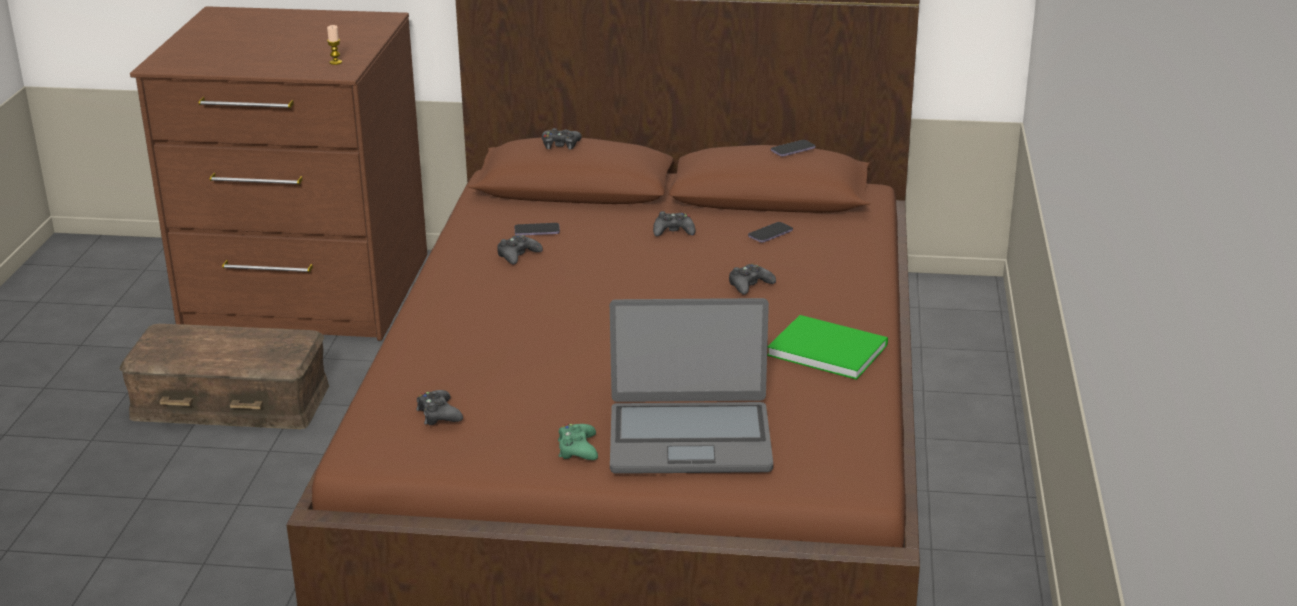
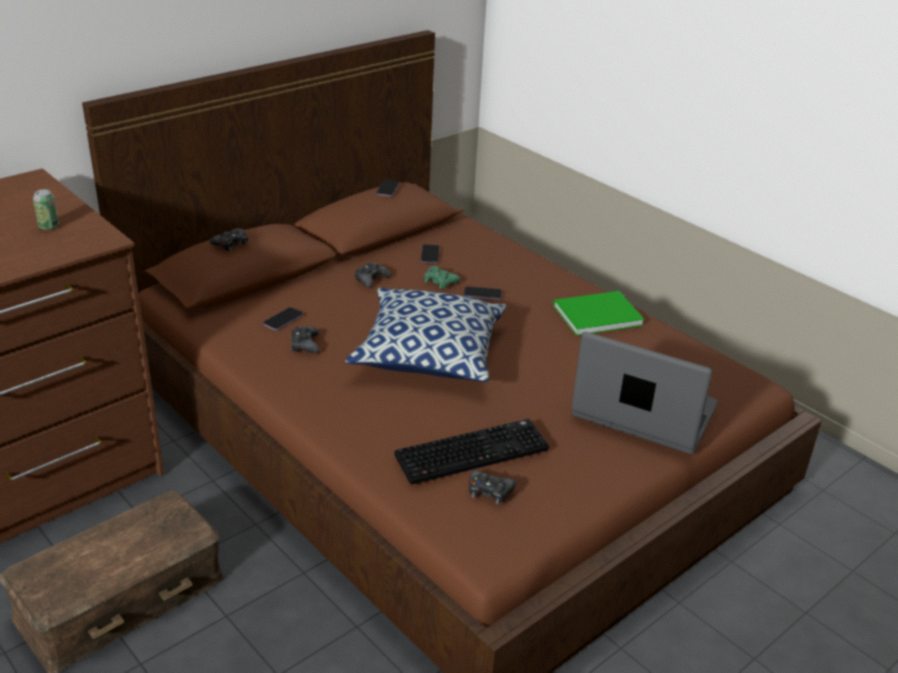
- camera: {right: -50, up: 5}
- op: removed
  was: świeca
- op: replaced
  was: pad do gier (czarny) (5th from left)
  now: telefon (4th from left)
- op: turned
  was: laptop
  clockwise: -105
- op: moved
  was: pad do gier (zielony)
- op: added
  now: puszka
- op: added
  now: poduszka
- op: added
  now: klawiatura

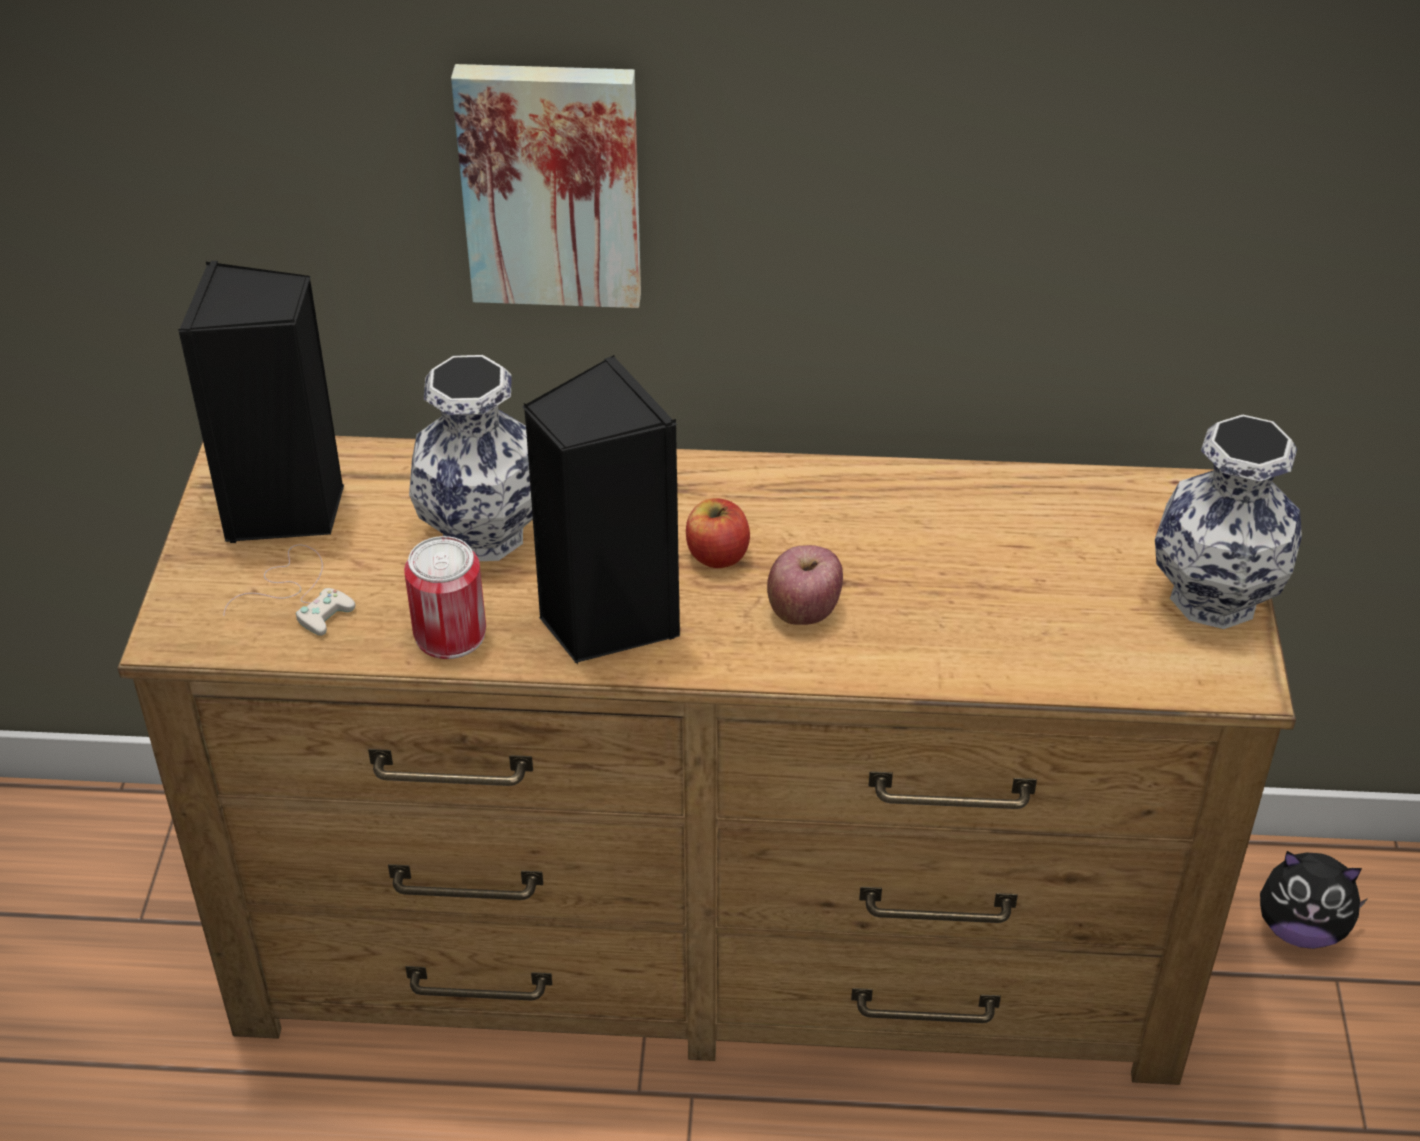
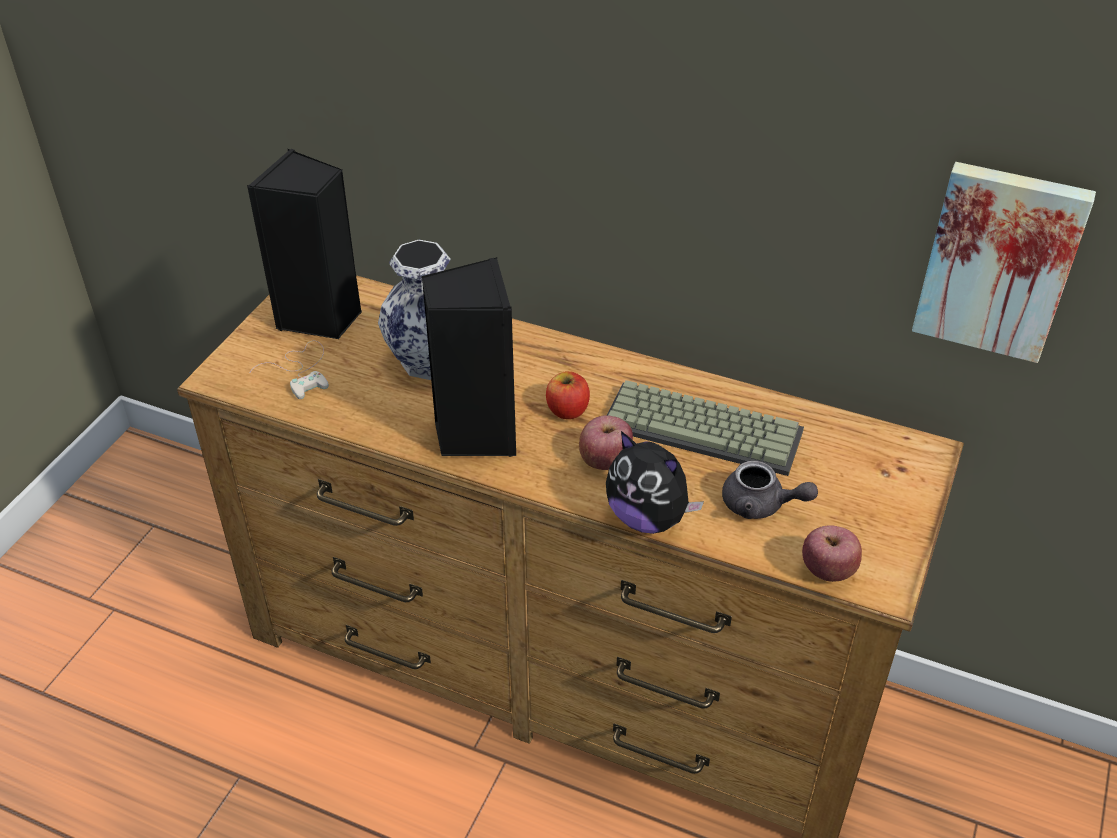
- camera: {right: 20, up: 0}
- op: moved
  was: obraz
- op: removed
  was: wazon (2nd from left)
- op: removed
  was: puszka
- op: moved
  was: pluszak
- op: added
  now: klawiatura
- op: added
  now: imbryk (szary)
- op: added
  now: jabłko (3rd from left)

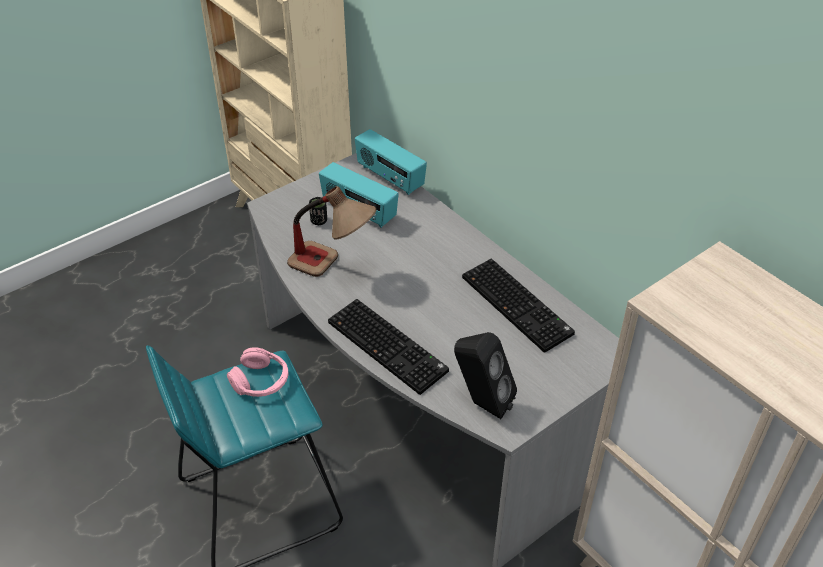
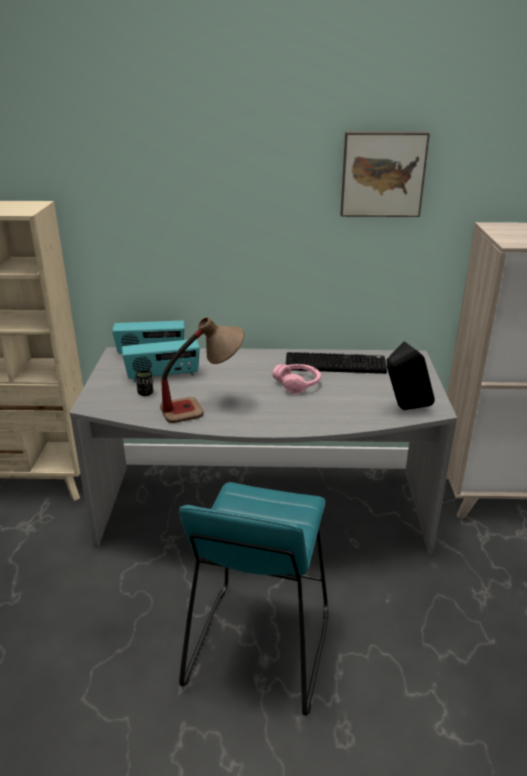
- camera: {right: -50, up: -15}
- op: removed
  was: klawiatura (1st from left)
- op: moved
  was: słuchawki (różowy)
- op: added
  now: obraz

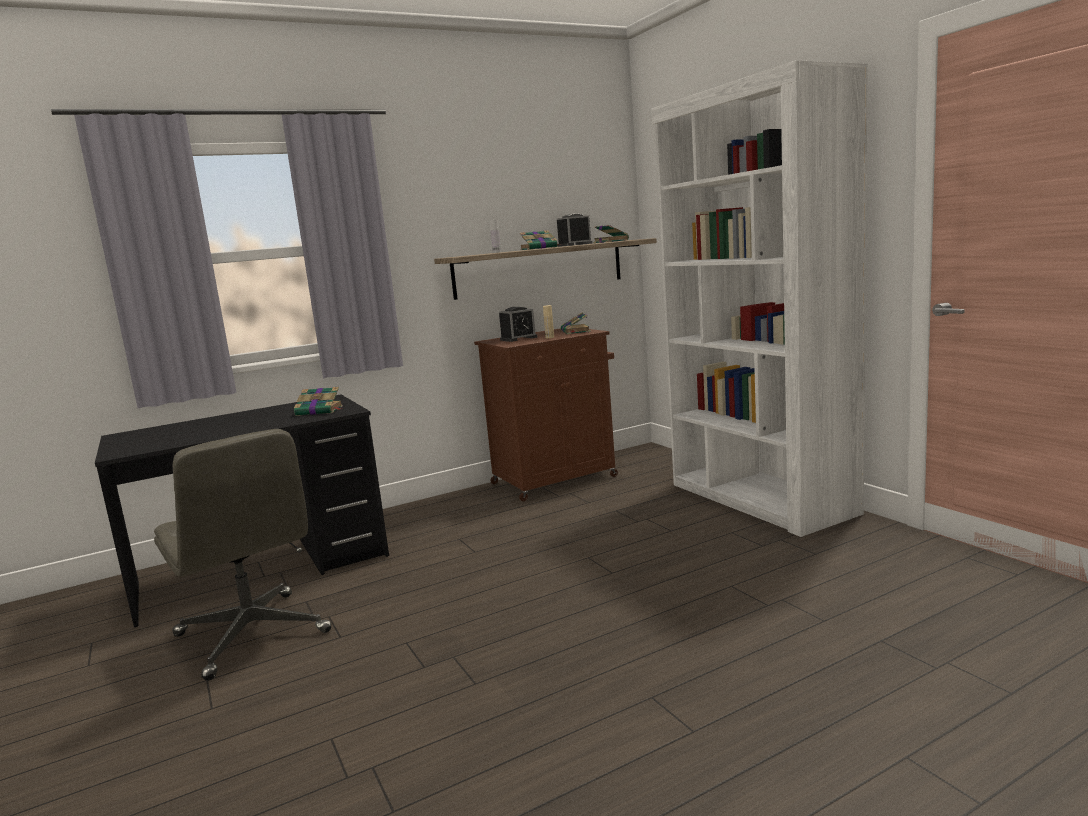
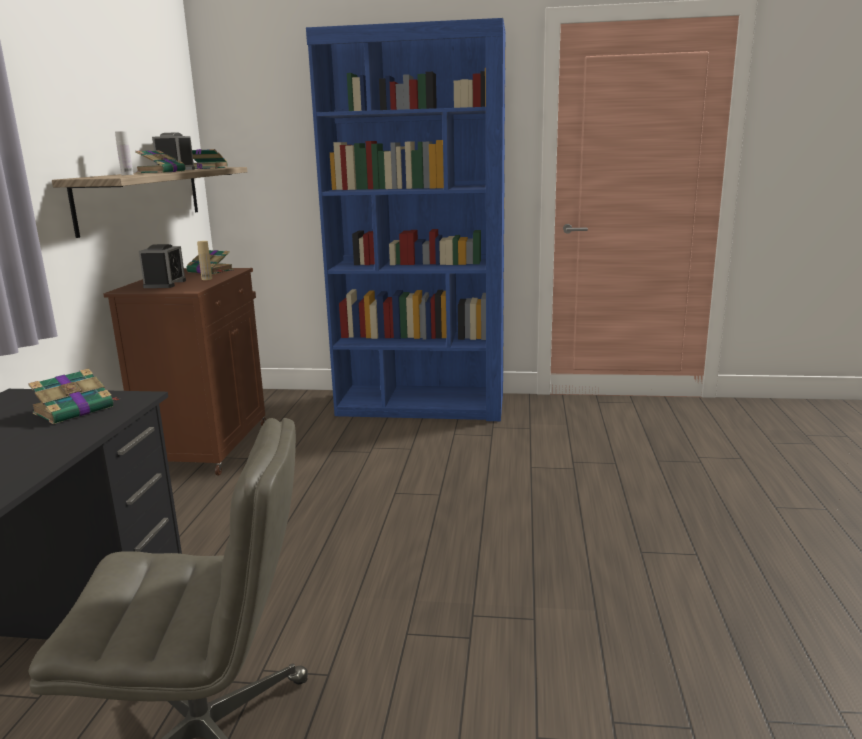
- camera: {right: -55, up: 5}
- op: recoloured
  was: regał (biały)
  now: regał (niebieski)

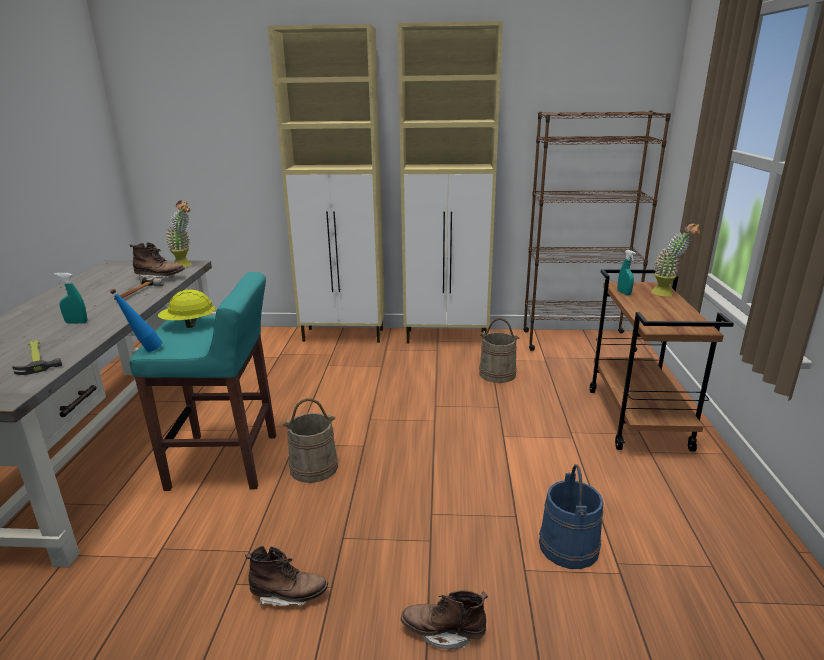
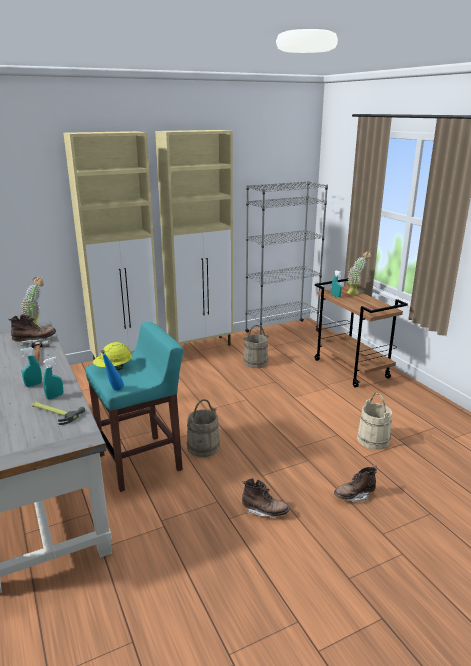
- camera: {right: -30, up: 0}
- op: recoloured
  was: regał (brązowy)
  now: regał (szary)
- op: recoloured
  was: wiadro (niebieski)
  now: wiadro (beżowy) (3rd from left)
- op: turned
  was: but z cholewką (brązowy) (2nd from left)
  clockwise: 45
- op: added
  now: spryskiwacz (turkusowy) (2nd from left)

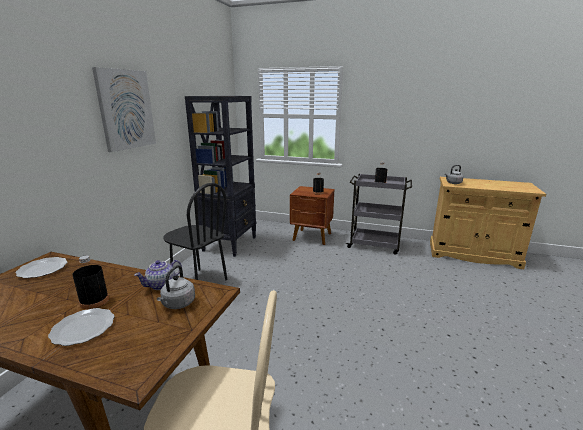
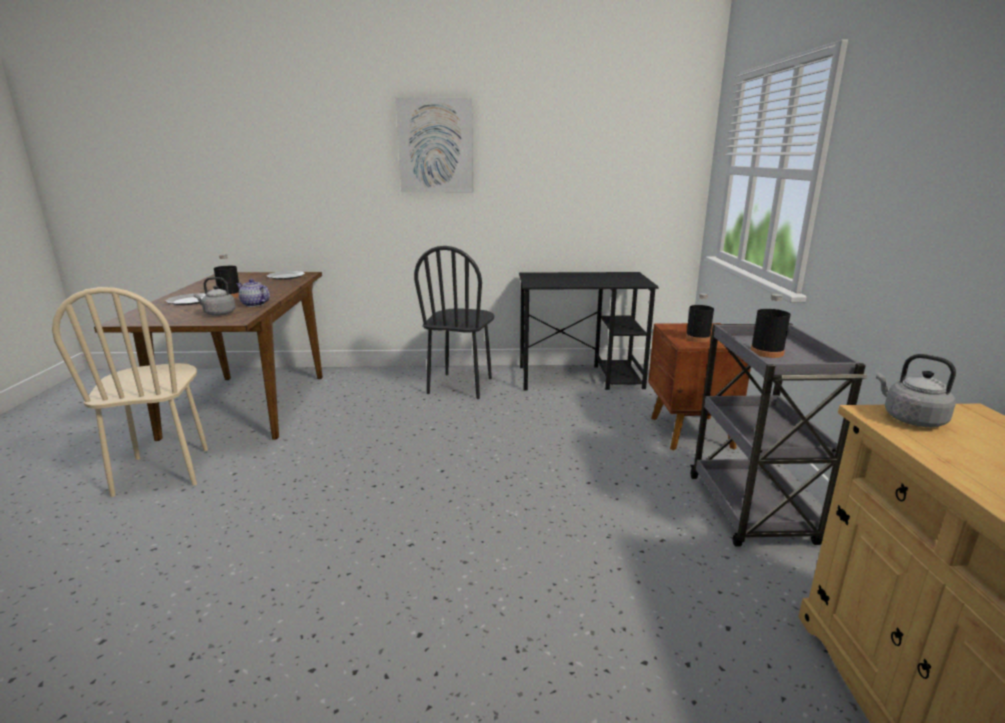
- camera: {right: 70, up: 0}
- op: replaced
  was: regał (czarny)
  now: biurko (czarny)

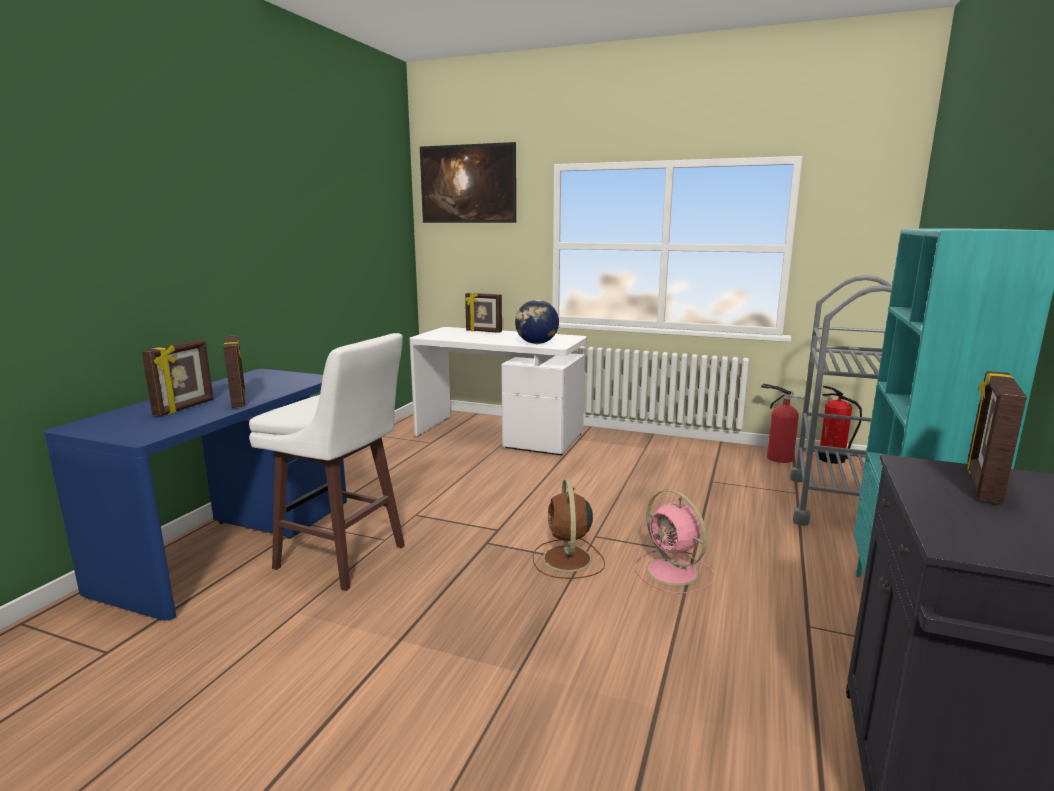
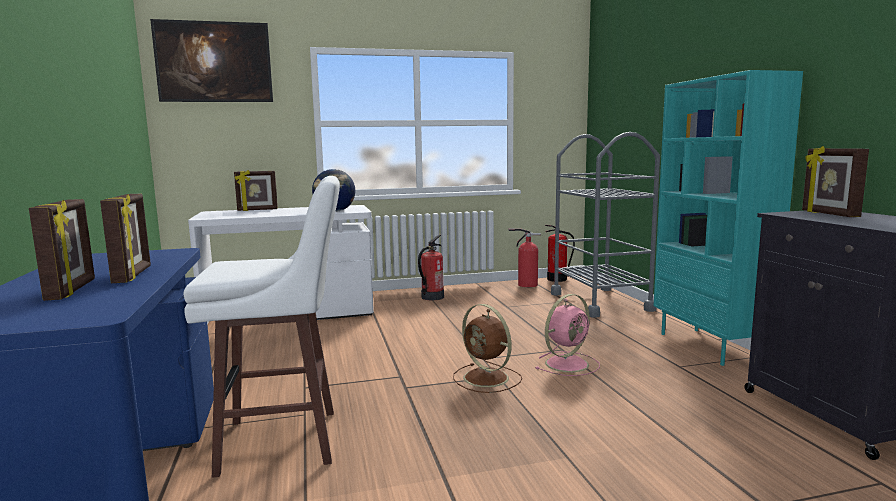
- camera: {right: -35, up: -5}
- op: turned
  was: ramka na zdjęcie (2nd from left)
  clockwise: 45
- op: turned
  was: wentylator (różowy)
  clockwise: -60
- op: added
  now: gaśnica (1st from left)

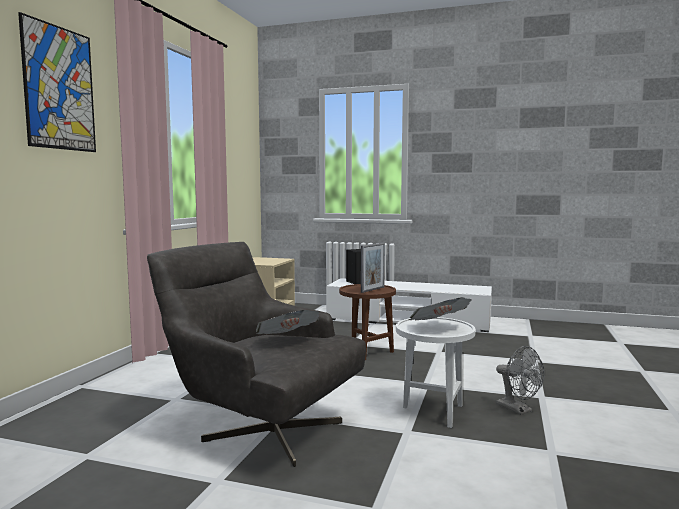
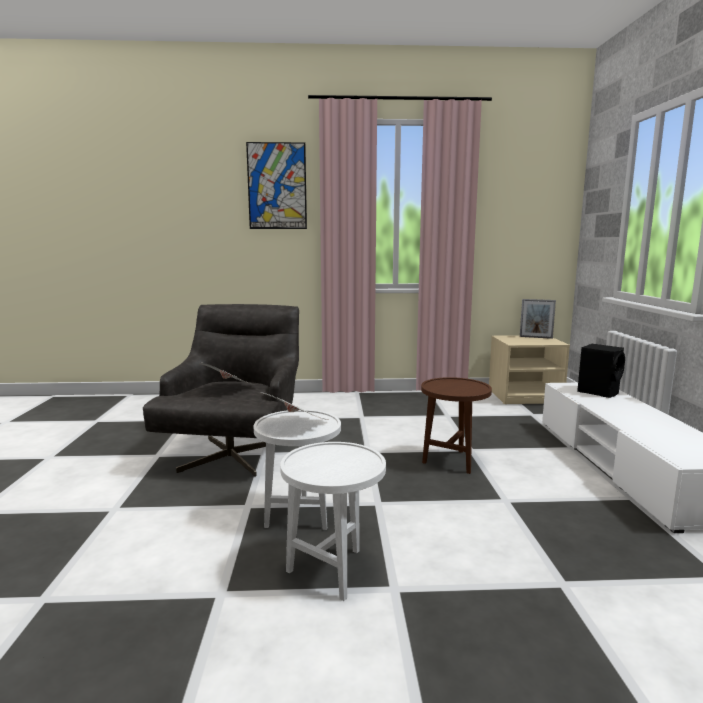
- camera: {right: 70, up: 5}
- op: moved
  was: ramka na zdjęcie
- op: replaced
  was: wentylator (szary)
  now: stolik (biały) (2nd from left)

